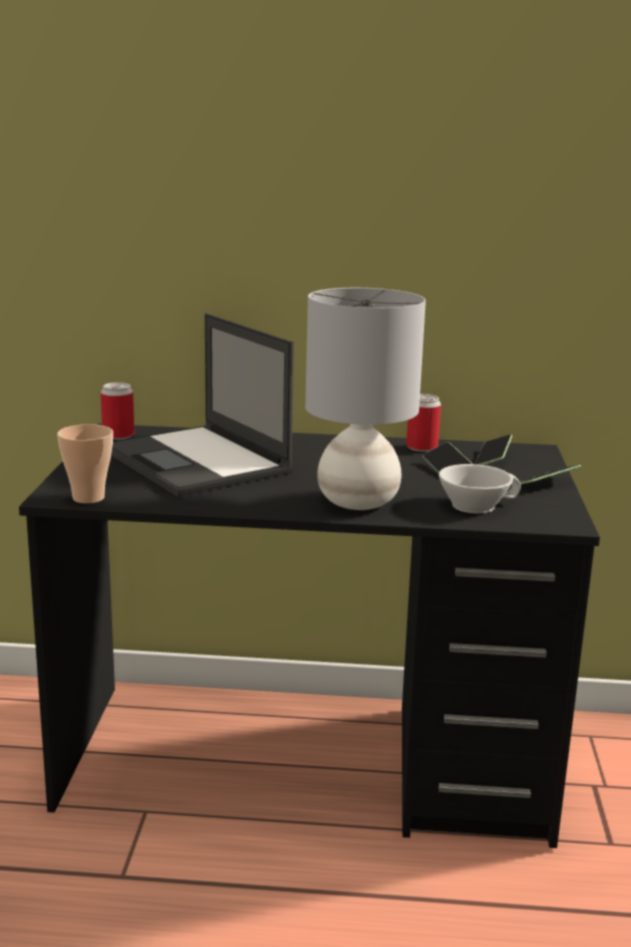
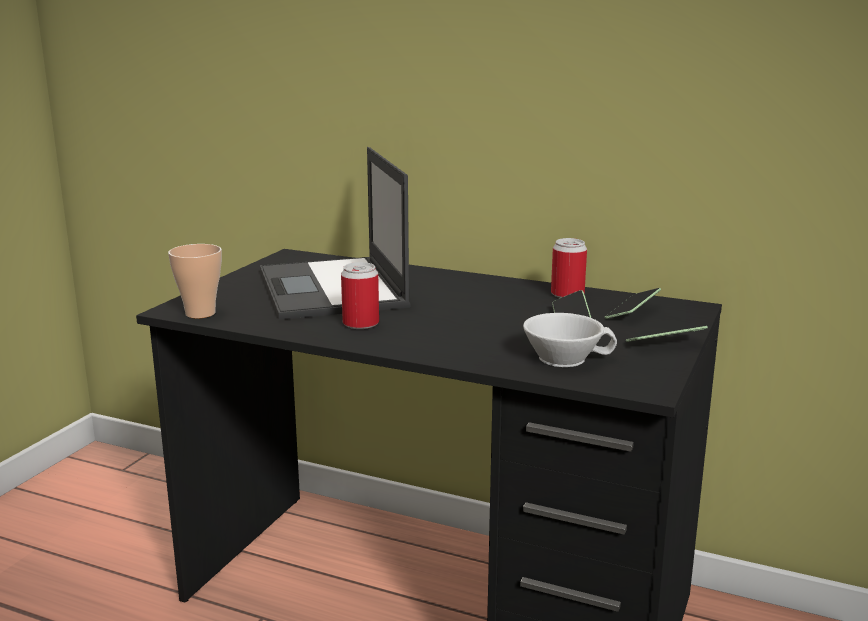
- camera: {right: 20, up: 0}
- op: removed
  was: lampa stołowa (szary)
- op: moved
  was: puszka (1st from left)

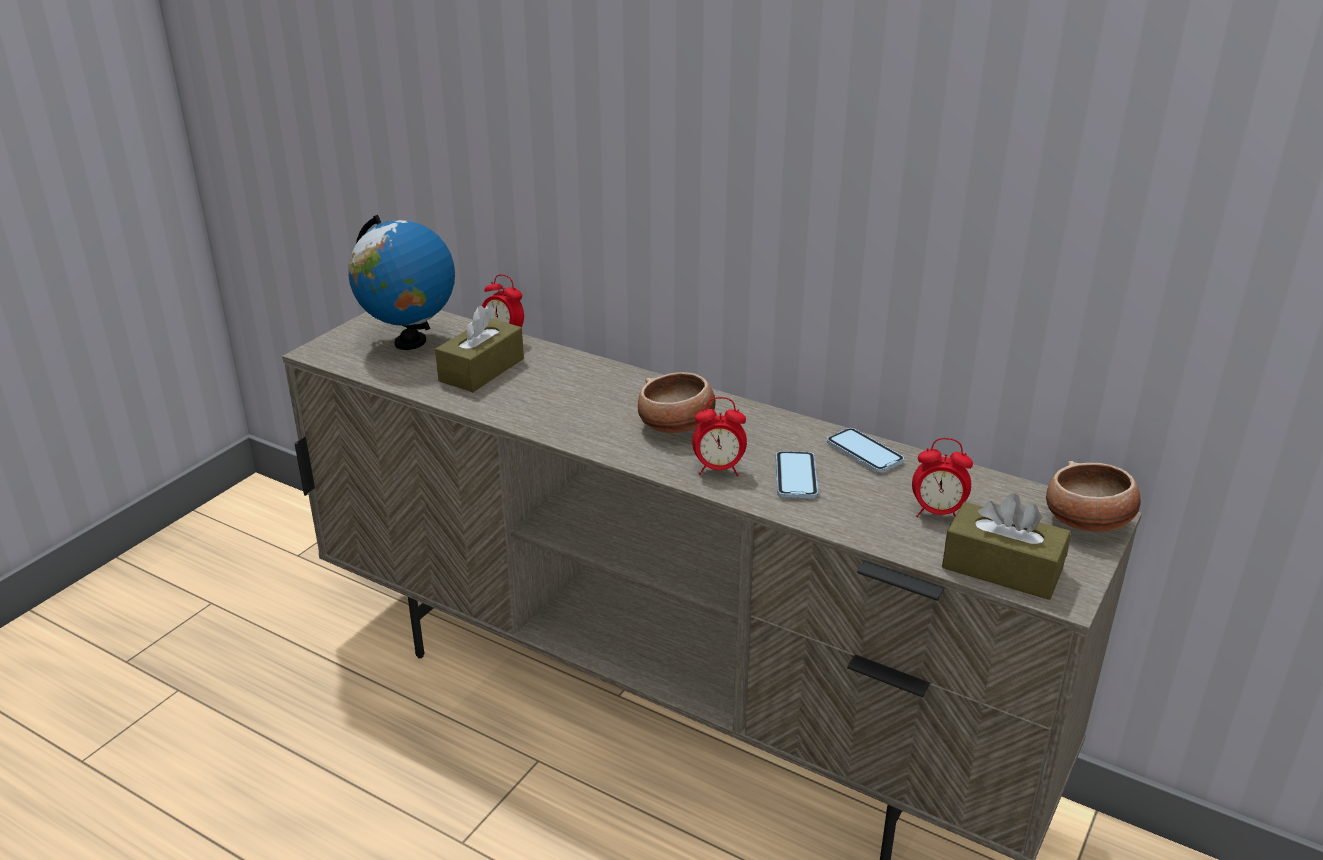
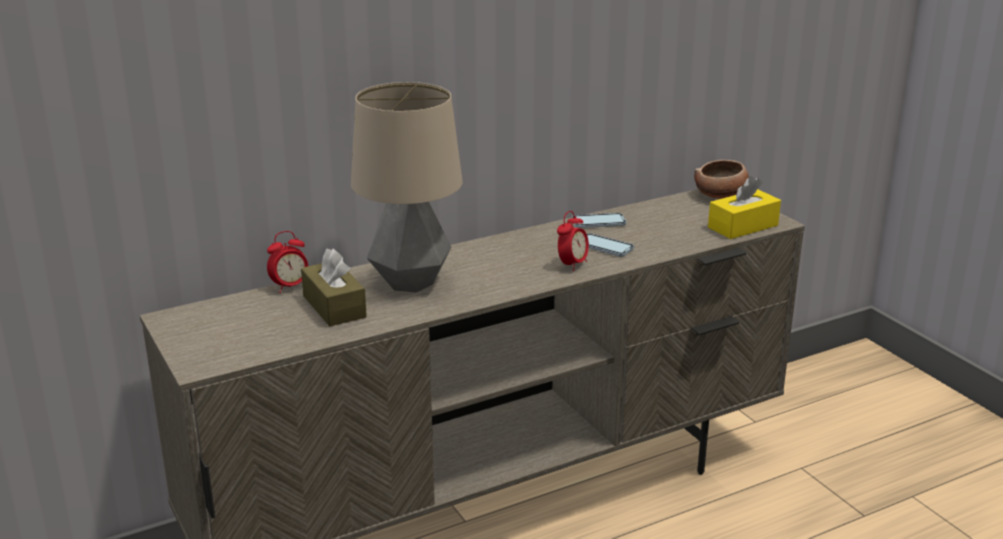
- camera: {right: -60, up: -5}
- op: removed
  was: globus
- op: removed
  was: miska (1st from left)
- op: removed
  was: budzik (3rd from left)
- op: recoloured
  was: pudełko chusteczek (brązowy) (2nd from left)
  now: pudełko chusteczek (żółty)
- op: added
  now: lampa stołowa

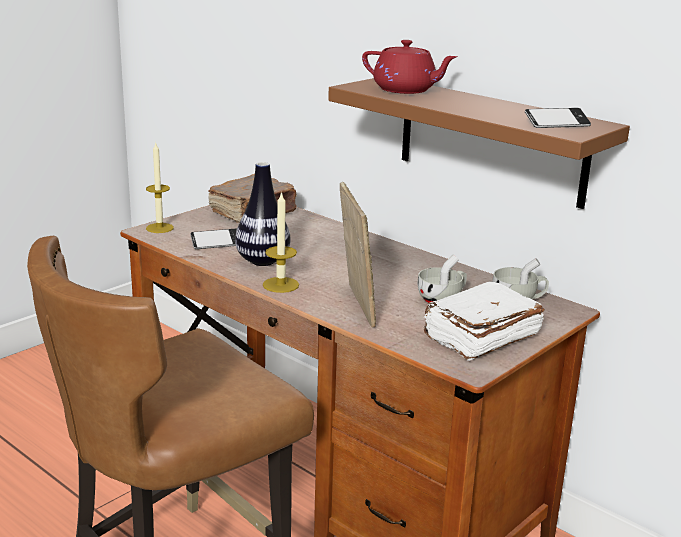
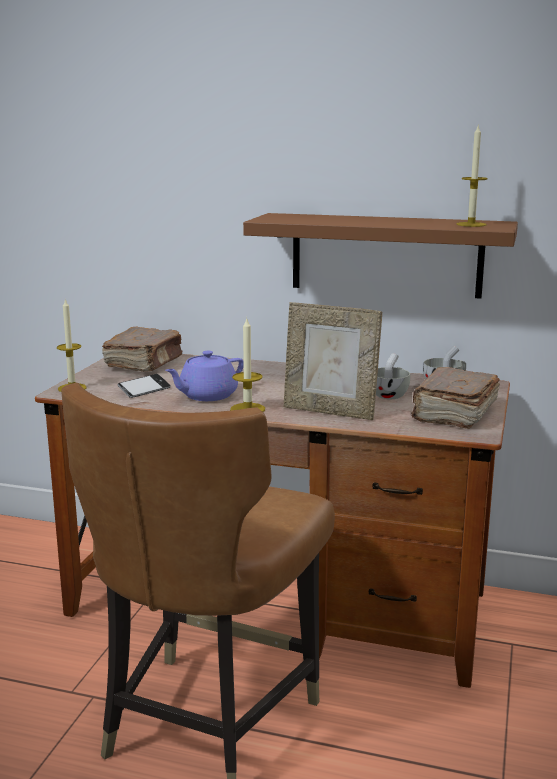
- camera: {right: -25, up: -5}
- op: removed
  was: imbryk (czerwony)
- op: replaced
  was: telefon (2nd from left)
  now: świeca (3rd from left)
- op: replaced
  was: wazon
  now: imbryk (fioletowy)
- op: turned
  was: ramka na zdjęcie
  clockwise: 150
- op: recoloured
  was: książka (biały)
  now: książka (brązowy) (2nd from left)

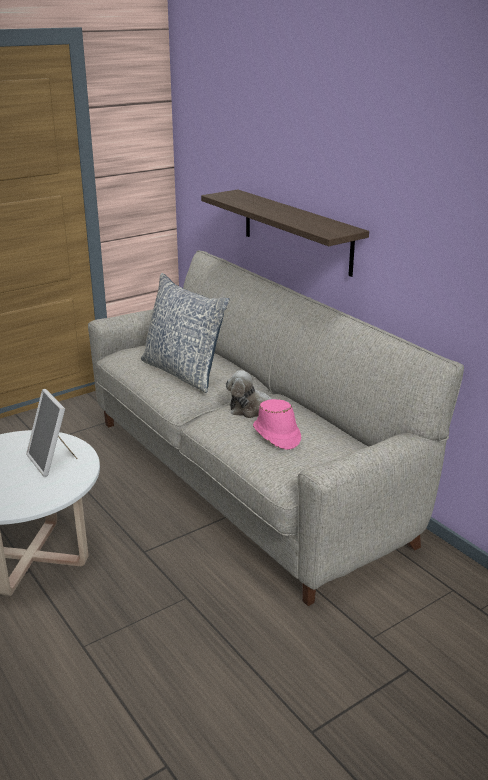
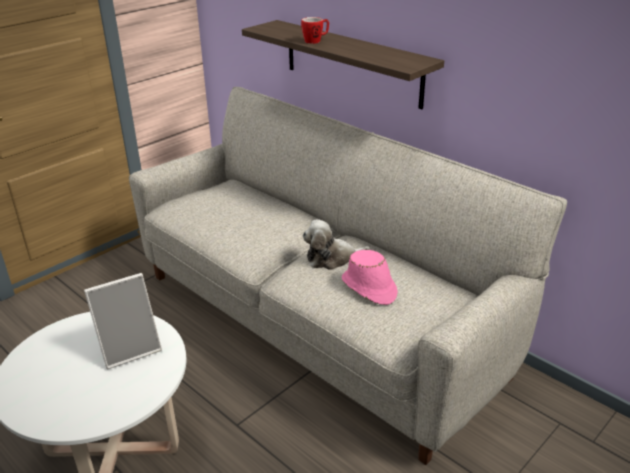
- camera: {right: -10, up: 5}
- op: removed
  was: poduszka
- op: turned
  was: ramka na zdjęcie
  clockwise: -75
- op: added
  now: kubek

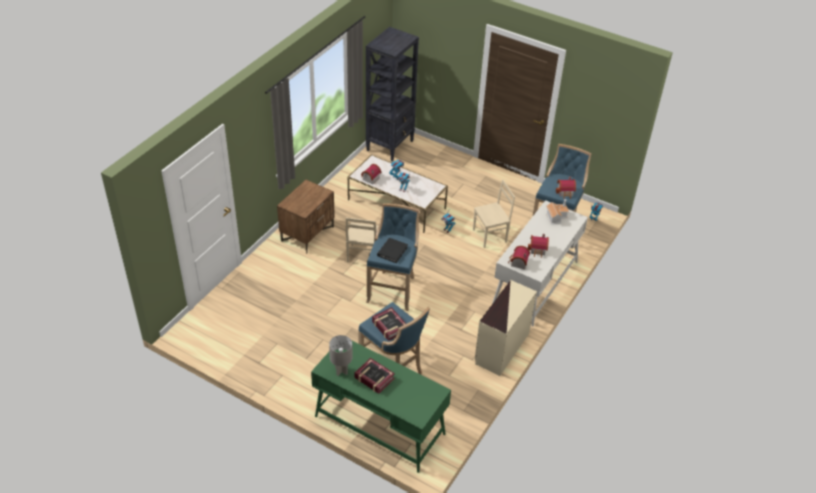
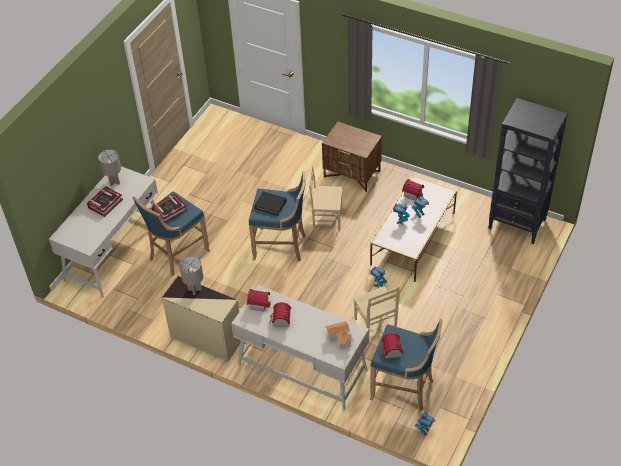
- camera: {right: 90, up: 5}
- op: recoloured
  was: biurko (zielony)
  now: biurko (biały) (1st from left)
- op: added
  now: lampa stołowa (szary) (2nd from left)

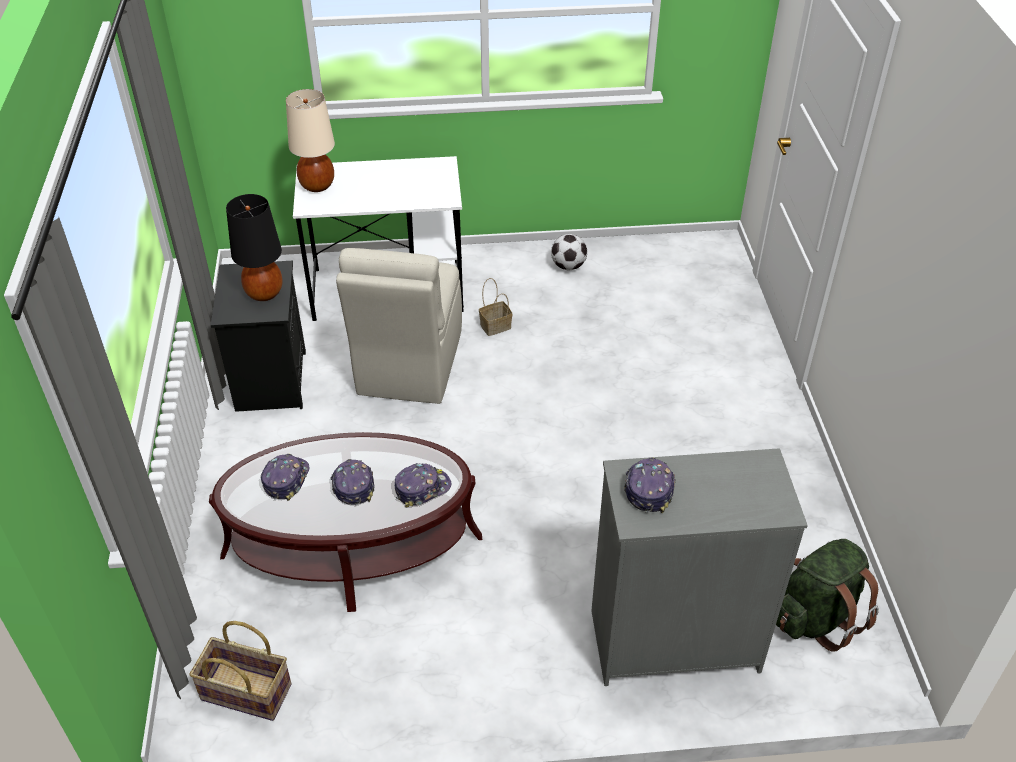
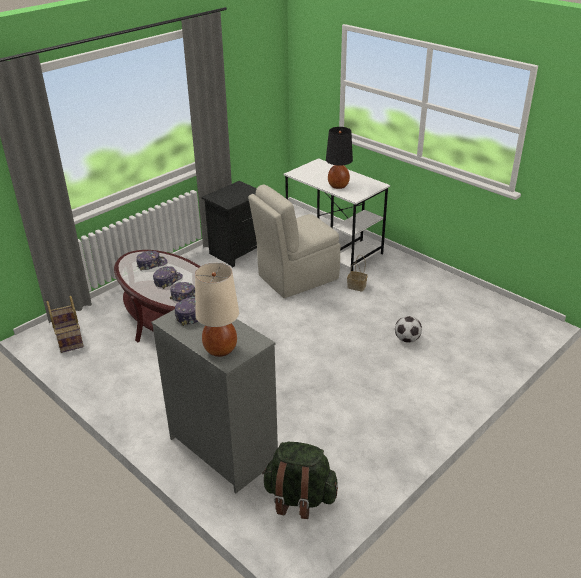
- camera: {right: 50, up: -10}
- op: moved
  was: lampa stołowa (beżowy)
- op: moved
  was: lampa stołowa (czarny)
- op: moved
  was: piłka futbolowa

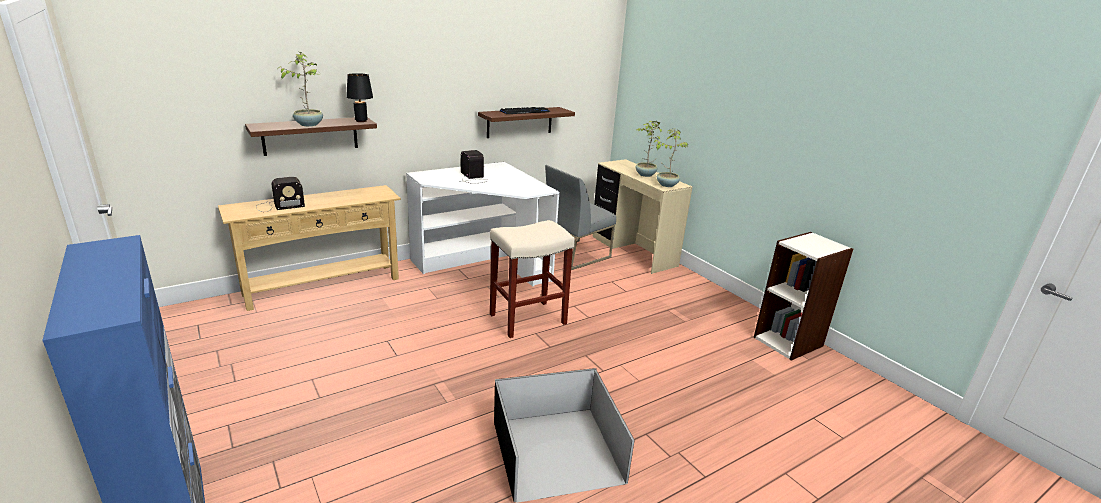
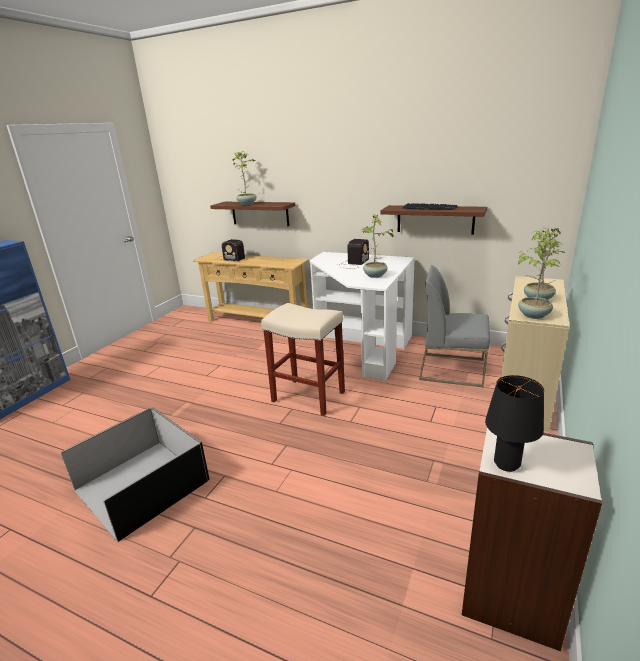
- camera: {right: 60, up: 0}
- op: moved
  was: lampa stołowa (czarny)
- op: added
  now: roślina doniczkowa (2nd from left)

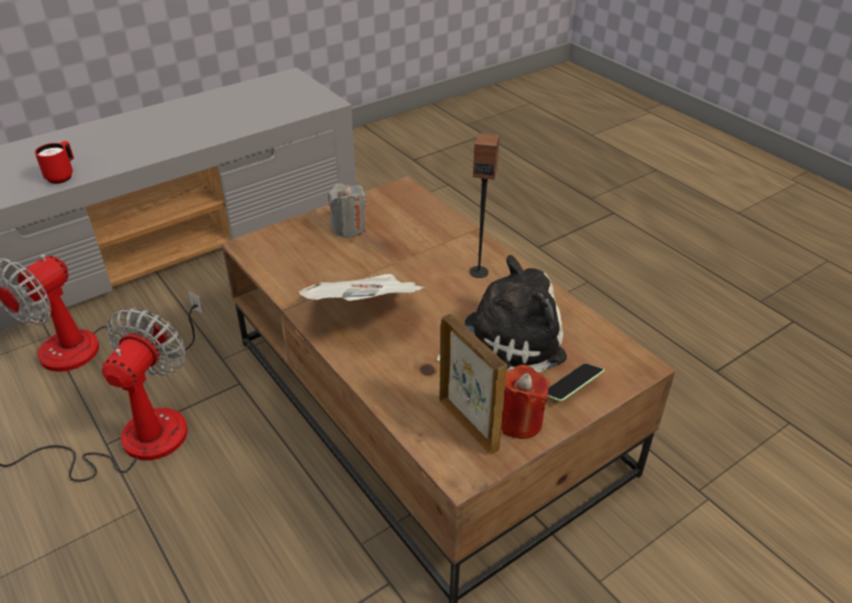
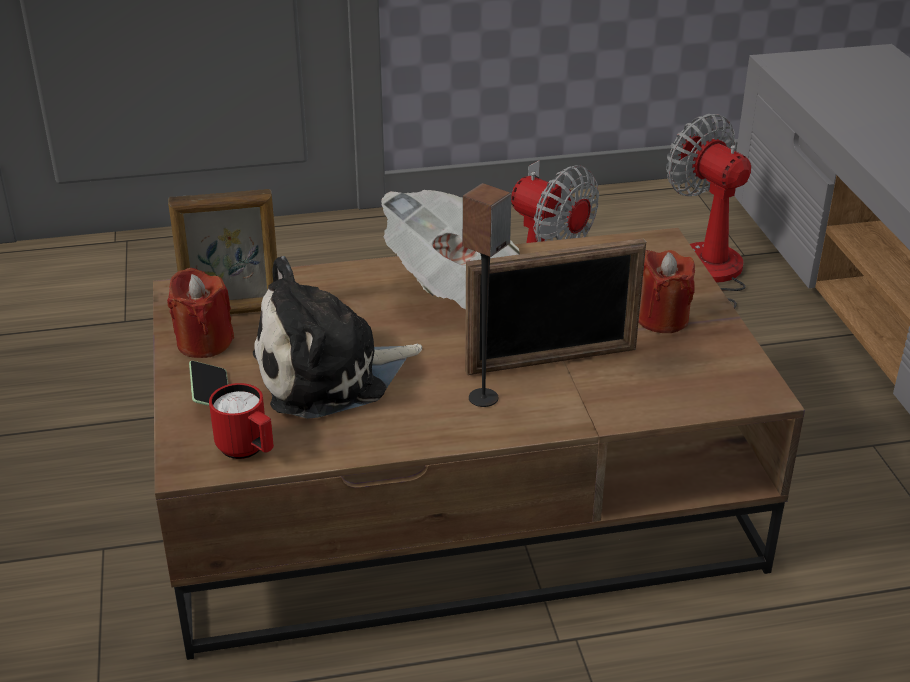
- camera: {right: 115, up: -5}
- op: moved
  was: kubek (czerwony)
- op: recoloured
  was: świeca (szary)
  now: świeca (czerwony) (2nd from left)
- op: turned
  was: pluszak
  clockwise: 60
- op: added
  now: ramka na zdjęcie (2nd from left)

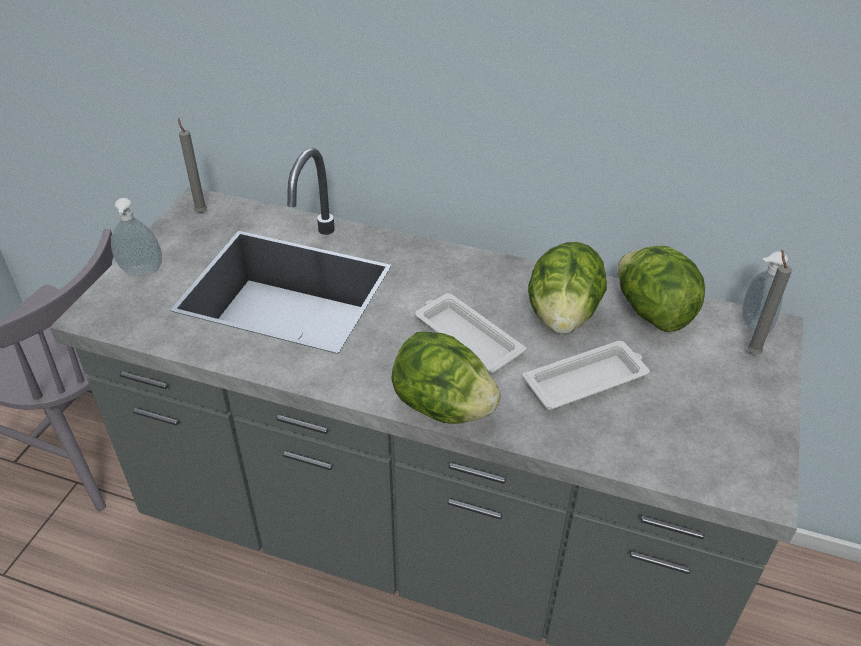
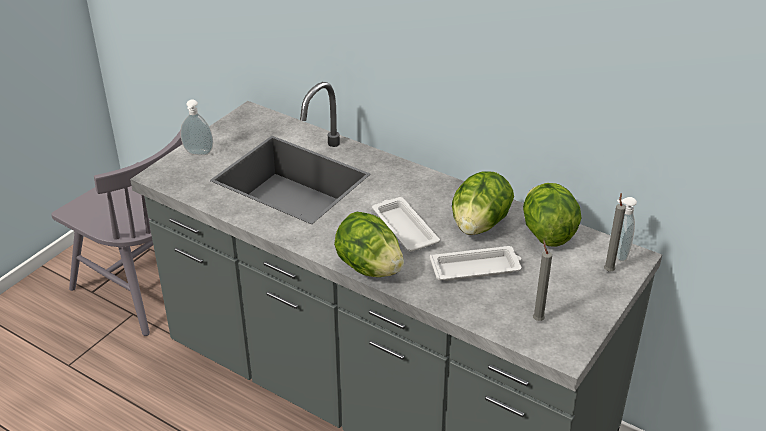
- camera: {right: 15, up: -5}
- op: moved
  was: świeca (szary) (1st from left)

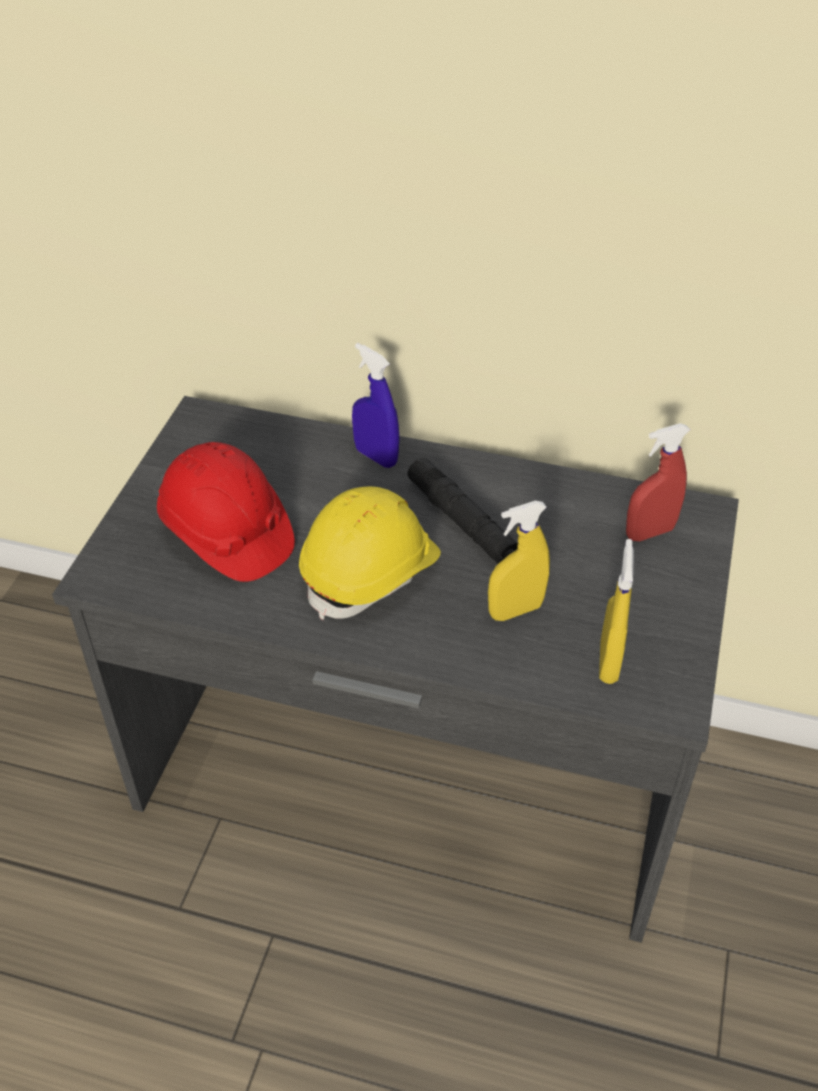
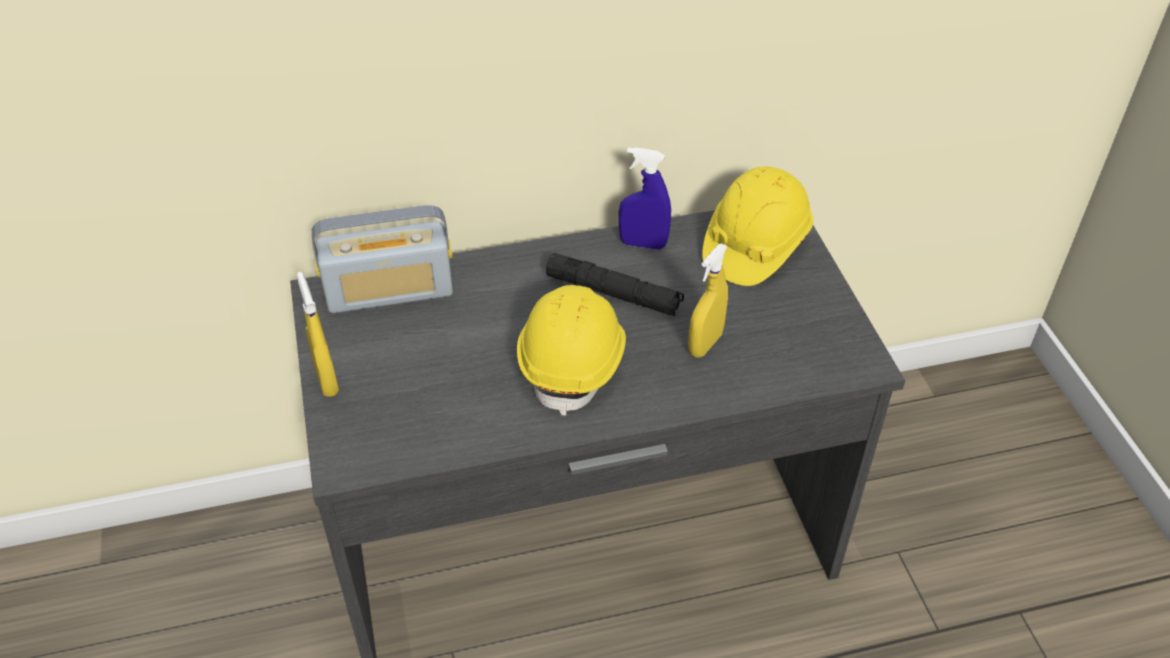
- camera: {right: -30, up: 0}
- op: moved
  was: spryskiwacz (niebieski)
- op: replaced
  was: spryskiwacz (czerwony)
  now: kask (żółty) (2nd from left)
- op: removed
  was: kask (czerwony)
- op: moved
  was: spryskiwacz (żółty) (2nd from left in the first image)
  now: spryskiwacz (żółty) (1st from left)
- op: added
  now: radio

